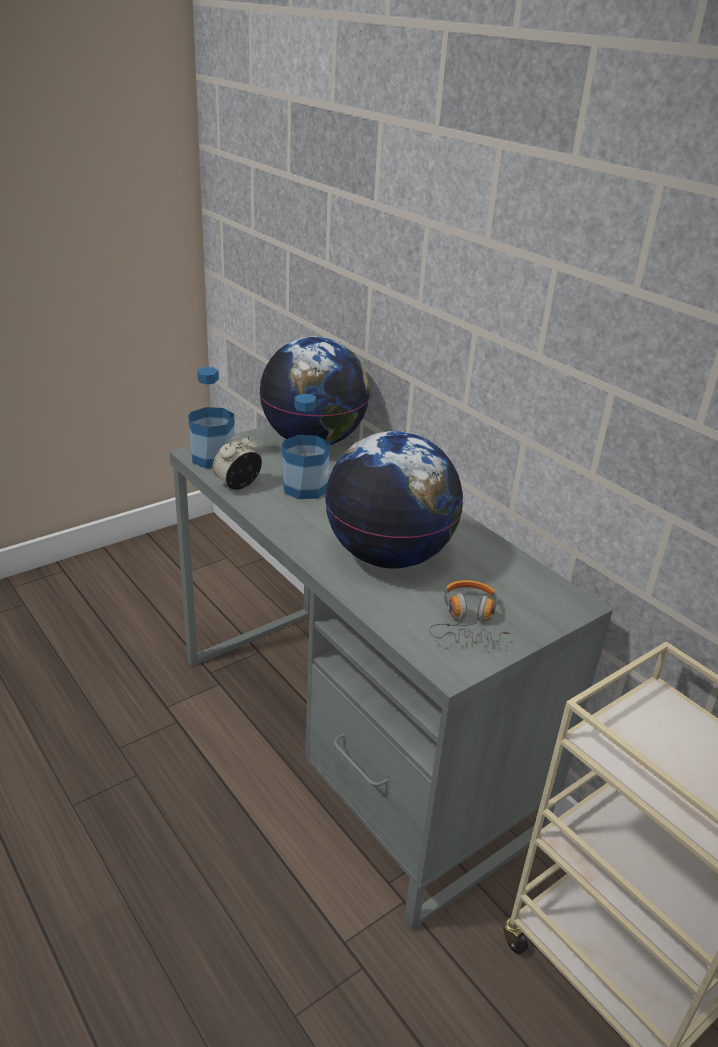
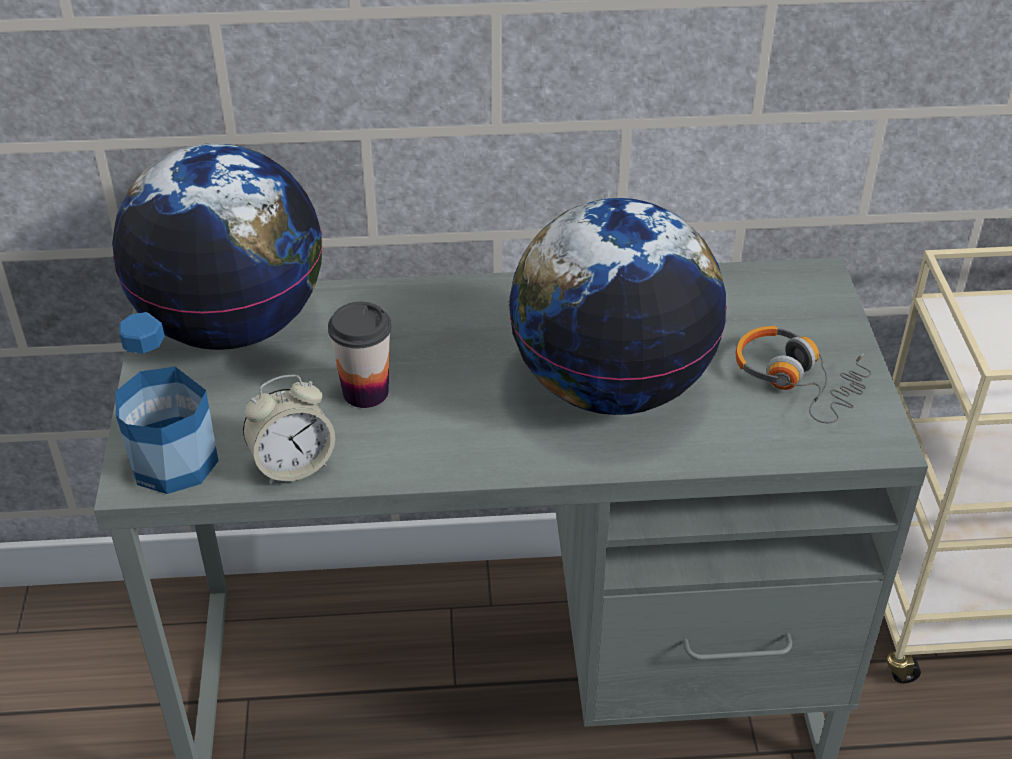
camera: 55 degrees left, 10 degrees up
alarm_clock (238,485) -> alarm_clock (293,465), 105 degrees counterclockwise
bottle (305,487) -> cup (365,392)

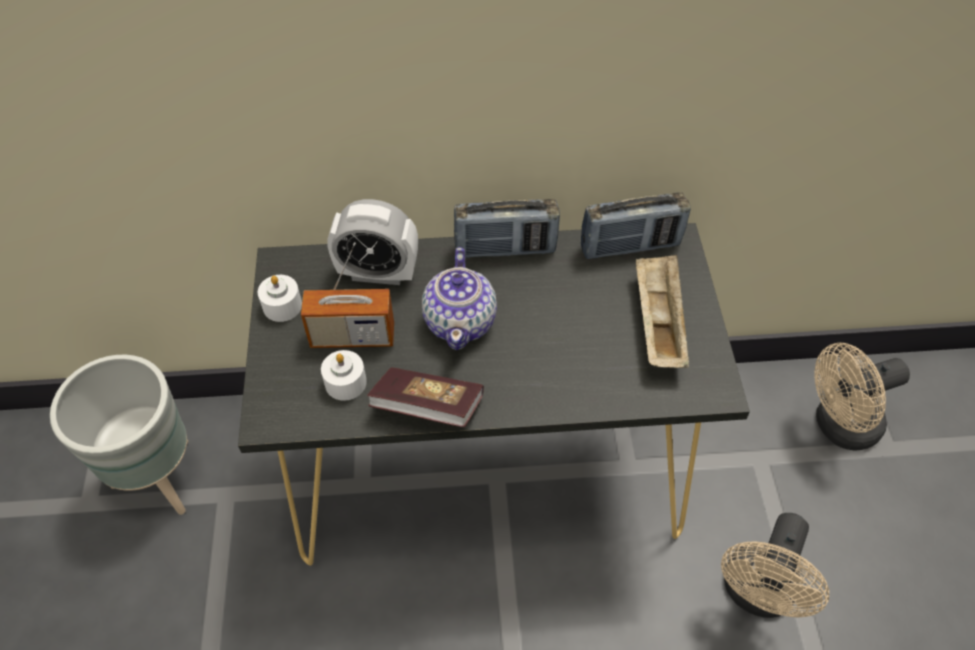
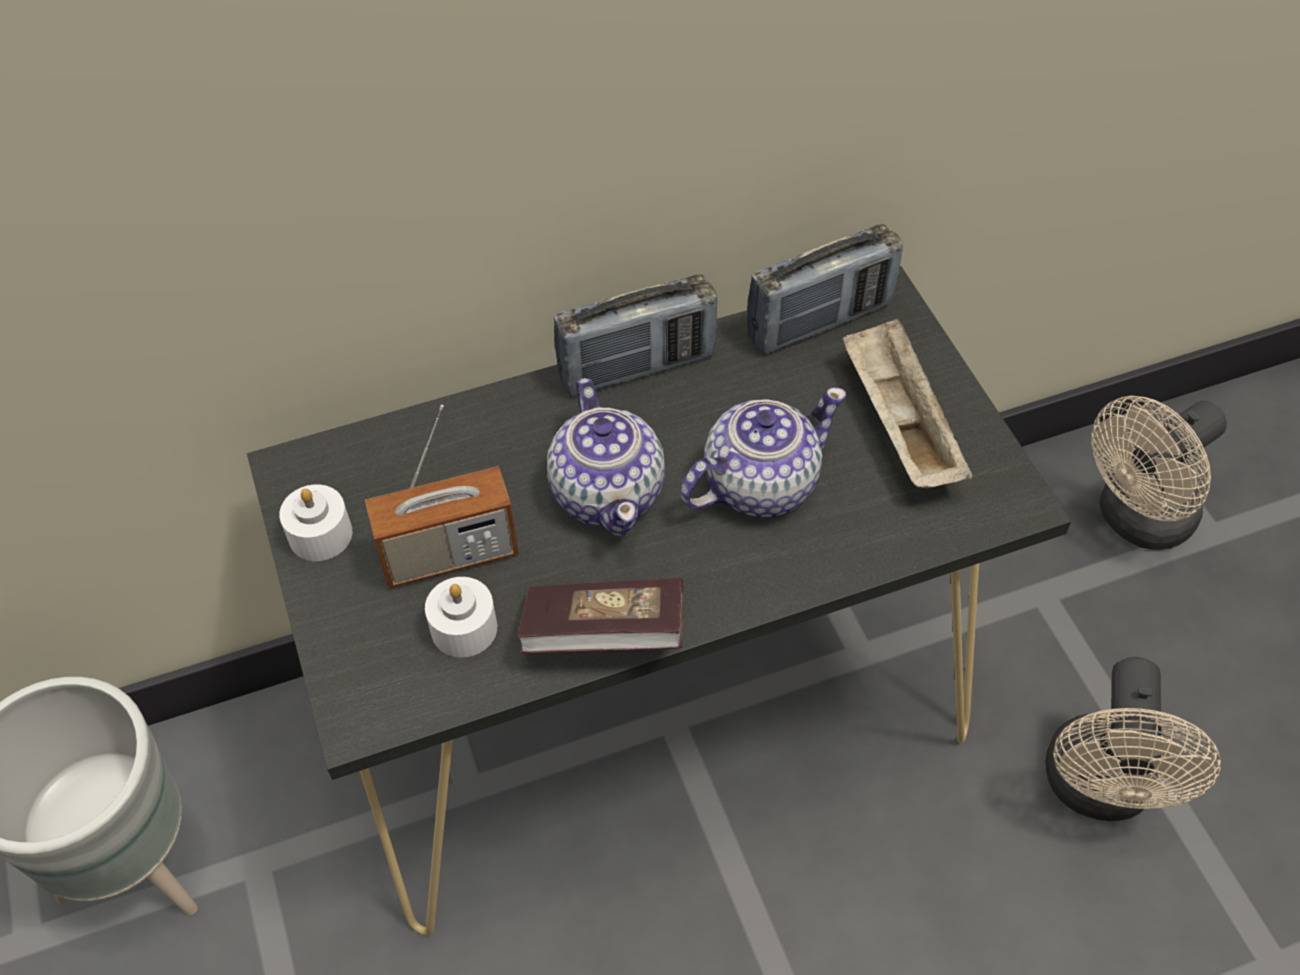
camera: 15 degrees left, 0 degrees up
none -> teapot (758,484)
alarm_clock (378,273) -> none

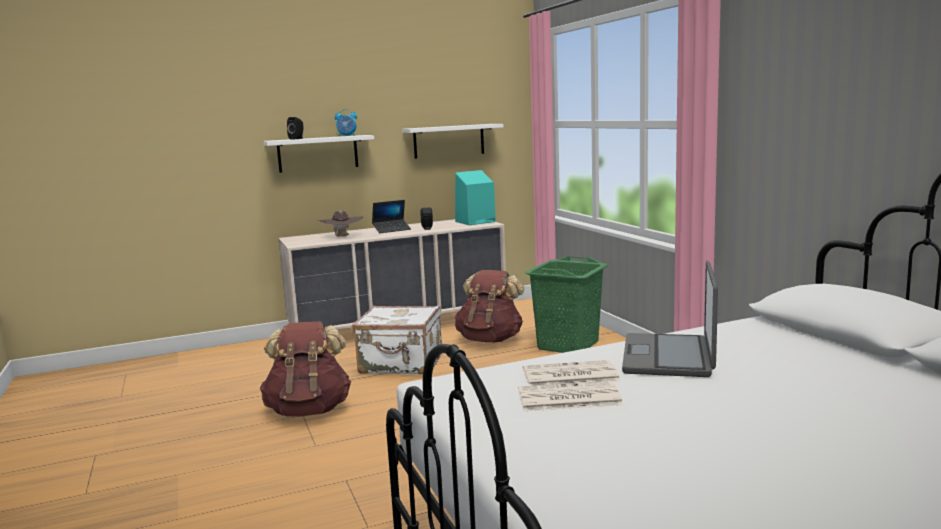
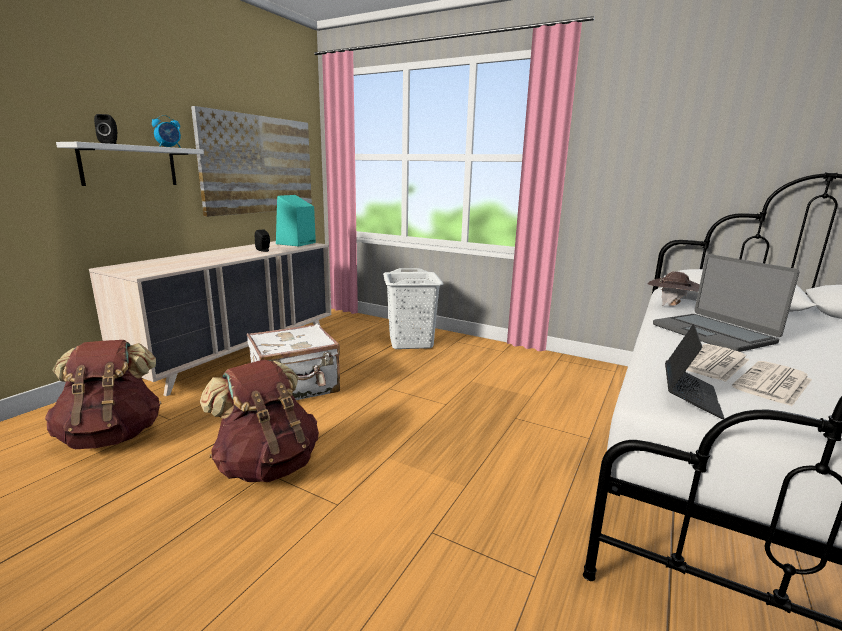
camera: 40 degrees left, 5 degrees up
brown_backpack (490,340) -> brown_backpack (112,435), moved
white_shelf (449,141) -> picture (258,165)
green_laundry_basket (568,345) -> white_laundry_basket (411,342)
brown_hat (342,237) -> brown_hat (671,306), moved
laptop (392,230) -> laptop (689,396), moved

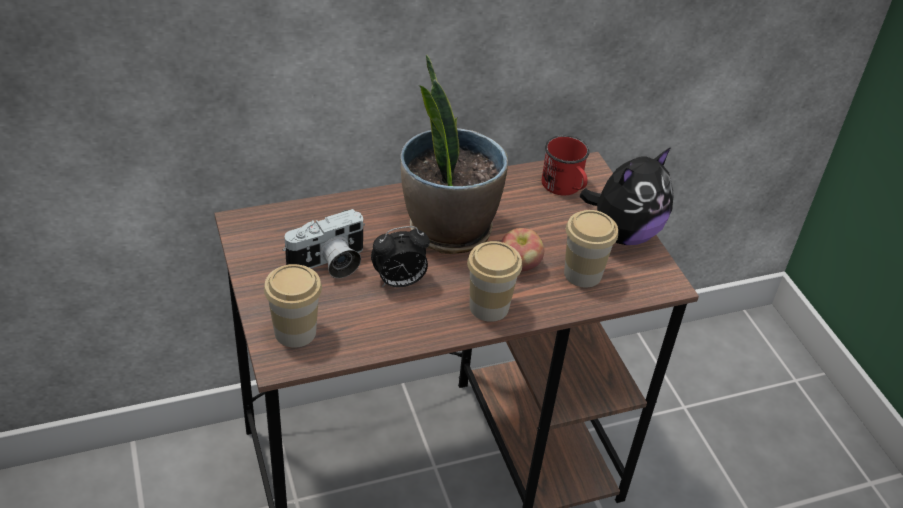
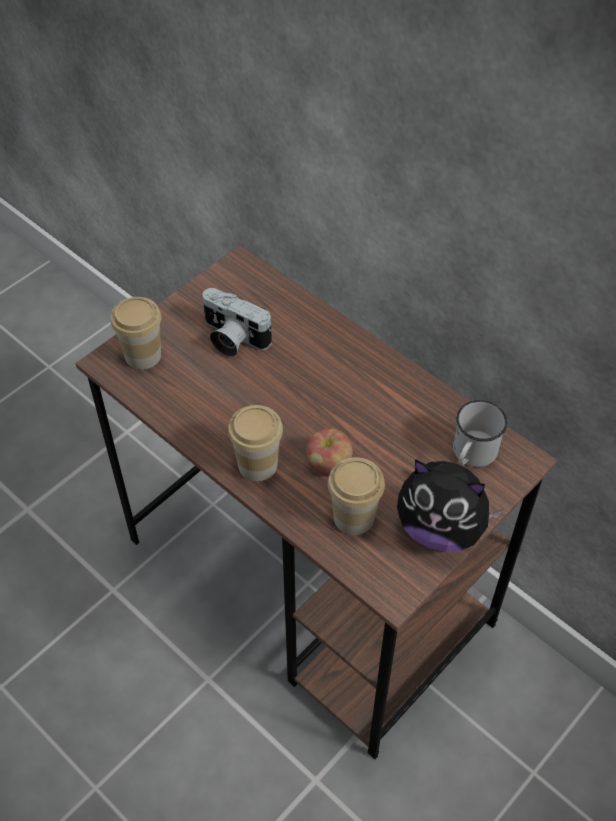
camera: 65 degrees right, 10 degrees up
red_mug (565,187) -> white_mug (471,454)
alarm_clock (399,282) -> none
potted_plant (448,229) -> none

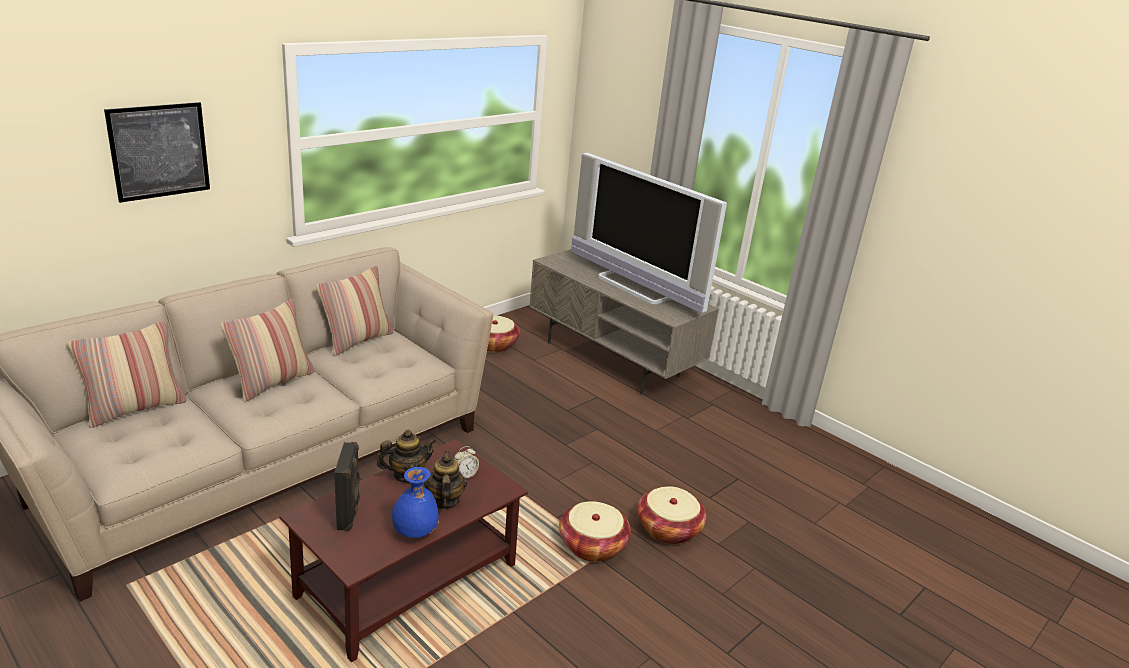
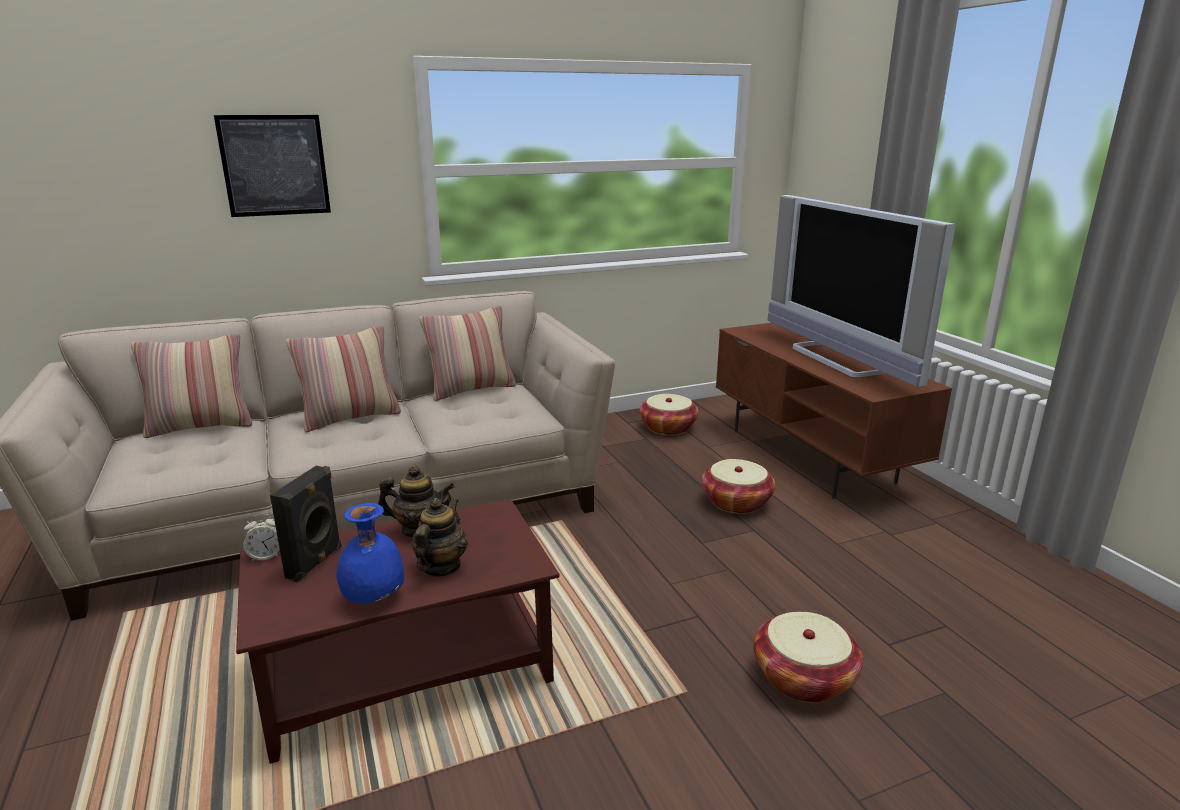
camera: 25 degrees right, 5 degrees down
alarm_clock (465,475) -> alarm_clock (266,556), moved
basket (592,546) -> basket (736,502), moved
grey_tv_stand (613,359) -> brown_tv_stand (811,456)

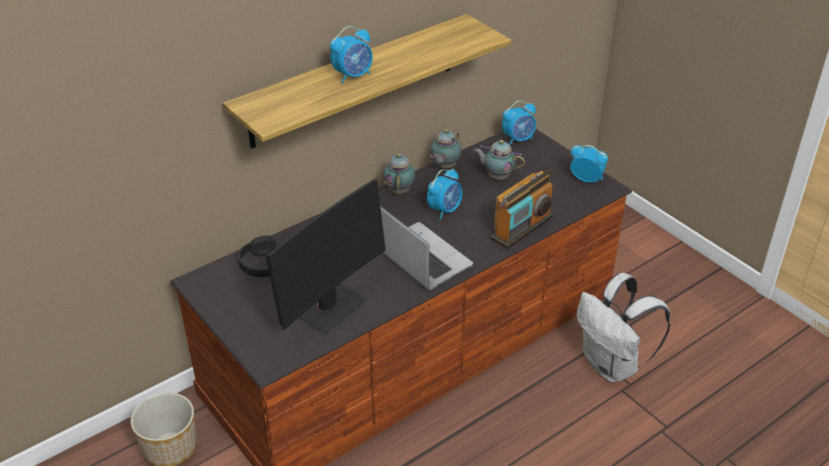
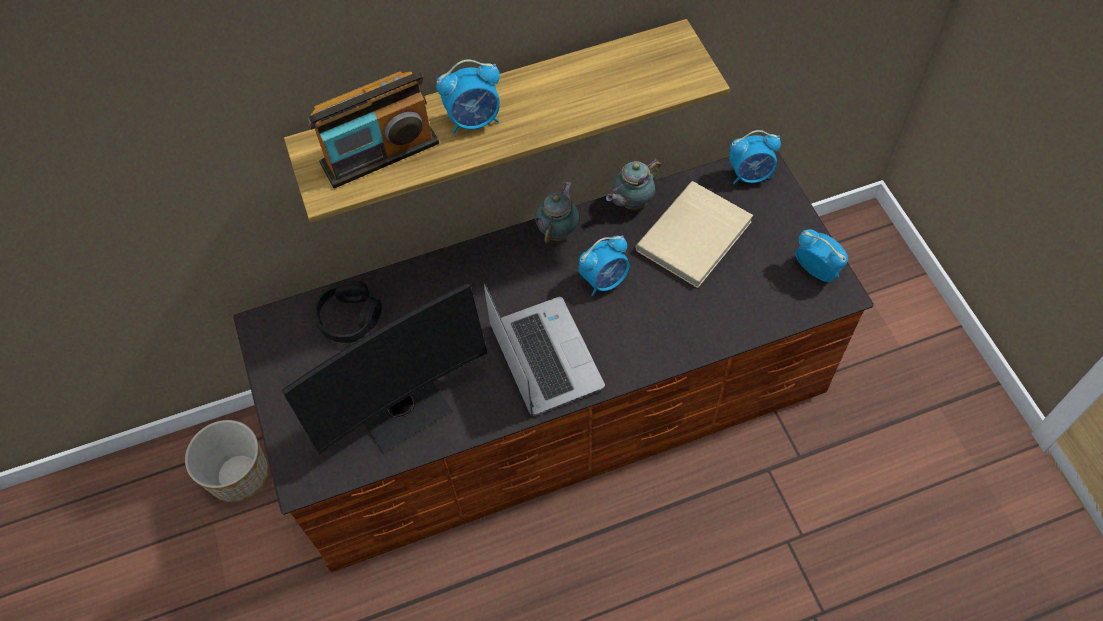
camera: 20 degrees right, 20 degrees up
radio (522,227) -> radio (380,154), moved
teapot (497,176) -> beige_book (695,237)
white_backpack (612,365) -> none

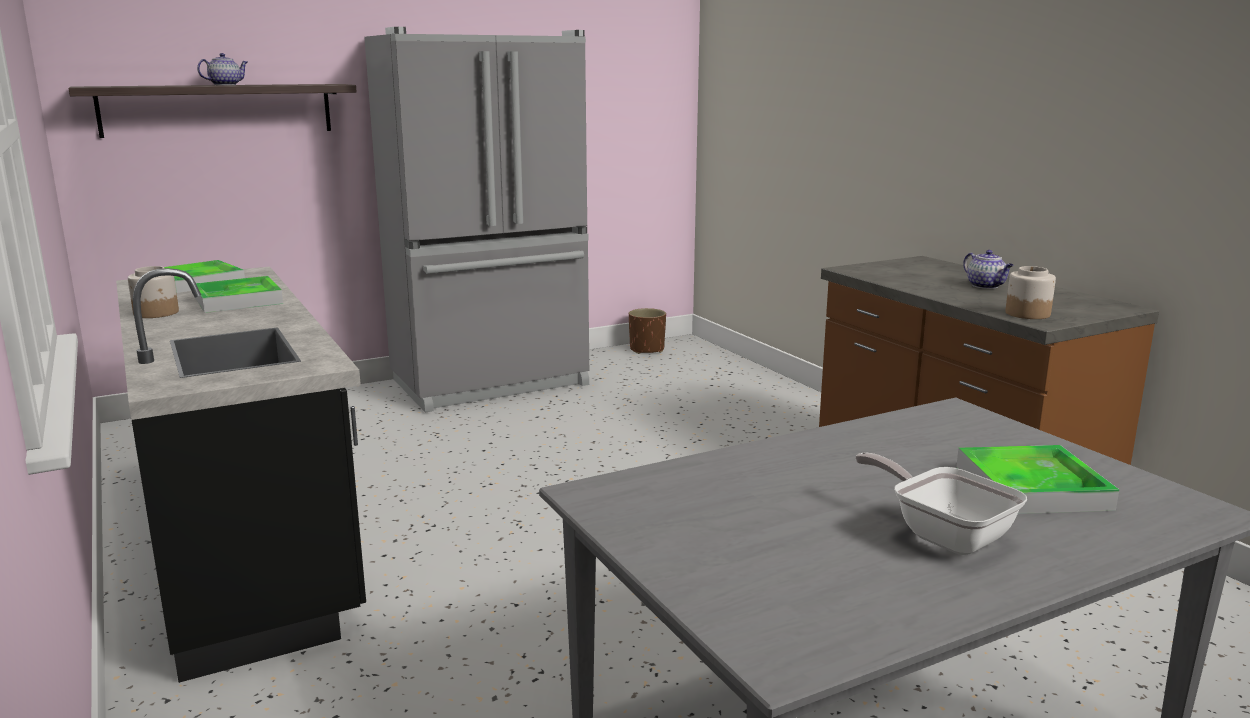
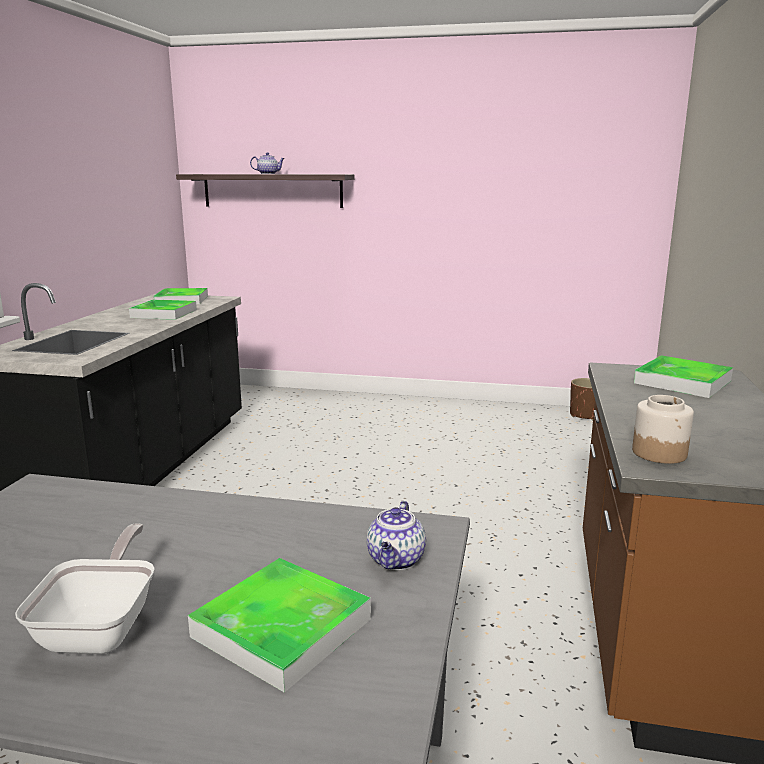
camera: 40 degrees right, 0 degrees up
teapot (986,286) -> teapot (396,561), moved
none -> tray (682,382)
jar (157,313) -> none
grey_fridge (492,383) -> none

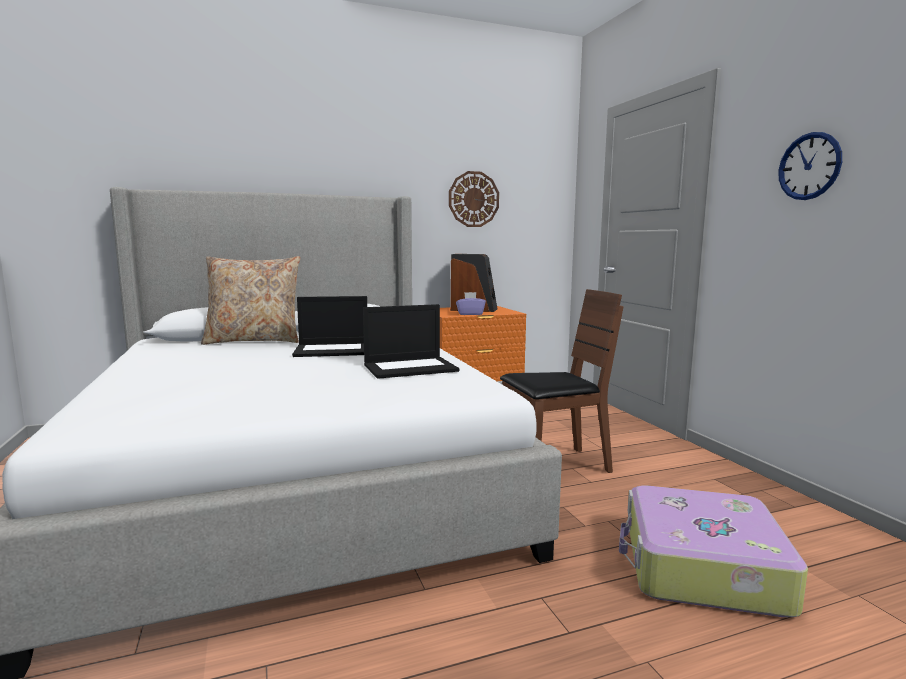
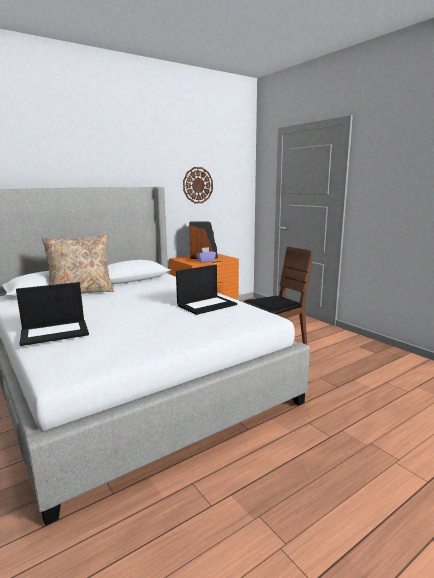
camera: 15 degrees left, 5 degrees up
laptop (333,350) -> laptop (55,332), moved
suitcase (701,568) -> none
wall_clock (809,166) -> none

